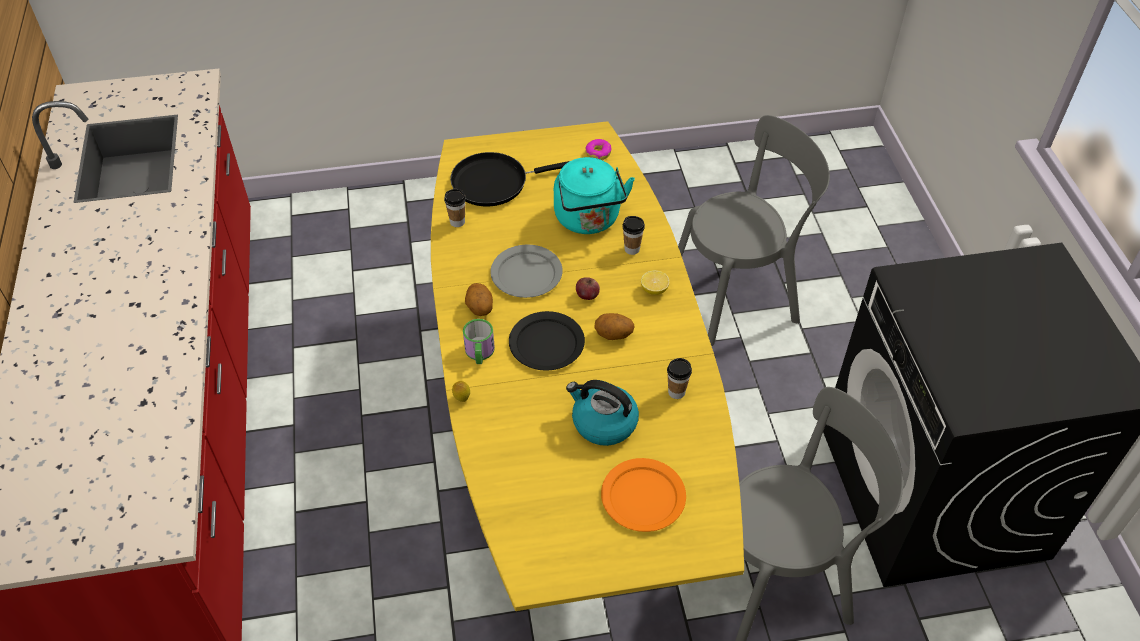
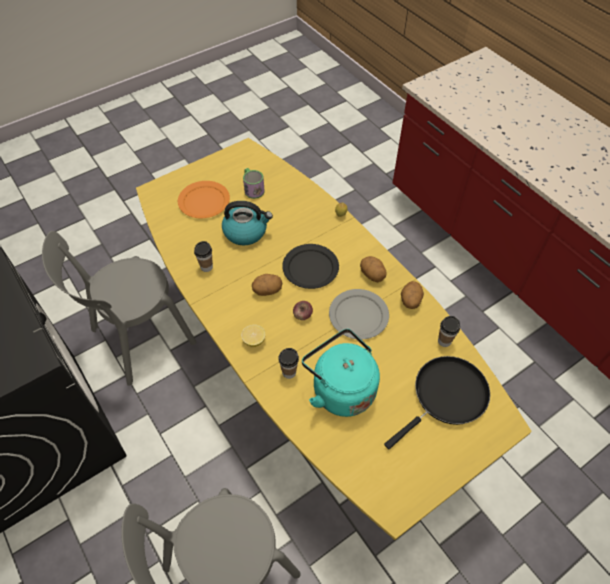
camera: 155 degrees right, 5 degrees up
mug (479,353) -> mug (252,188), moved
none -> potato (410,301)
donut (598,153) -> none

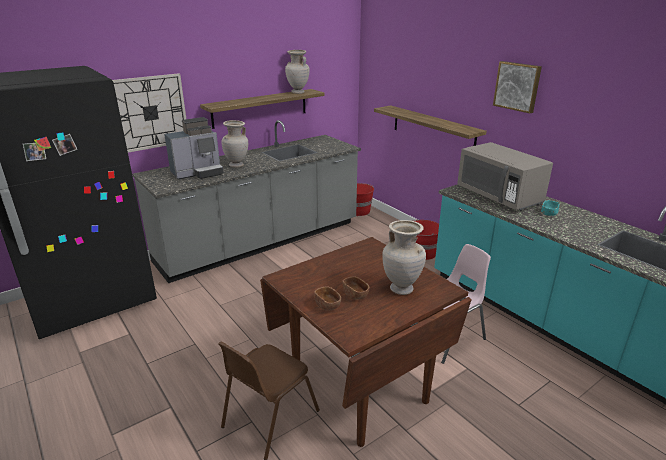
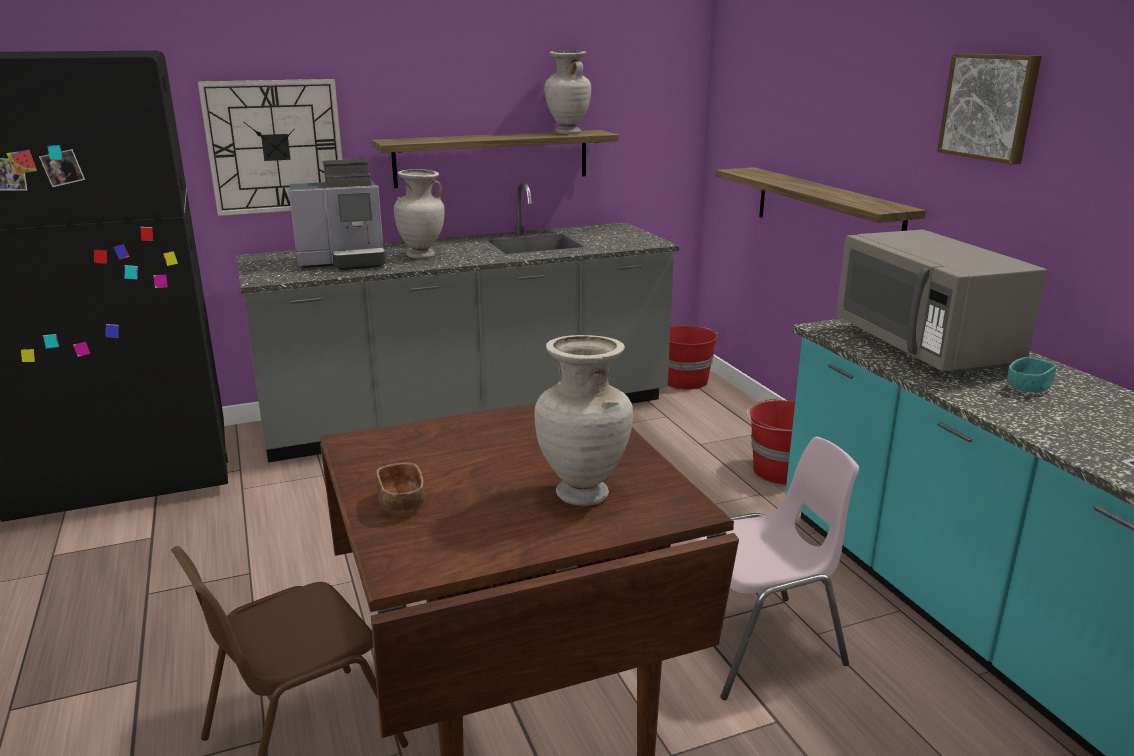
camera: 15 degrees right, 5 degrees down
brown_bowl (355,294) -> none

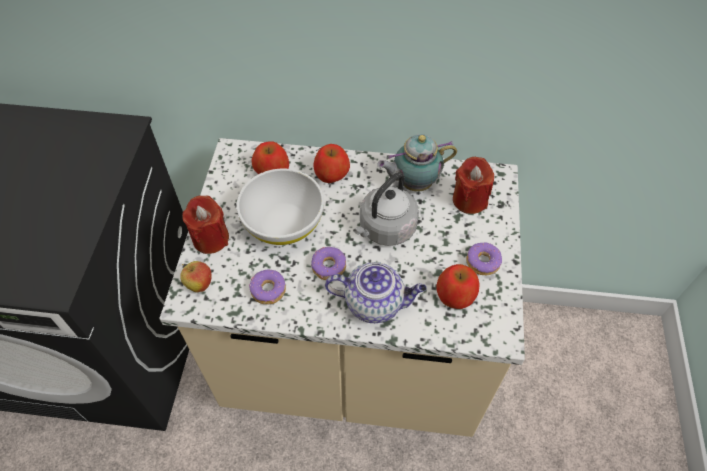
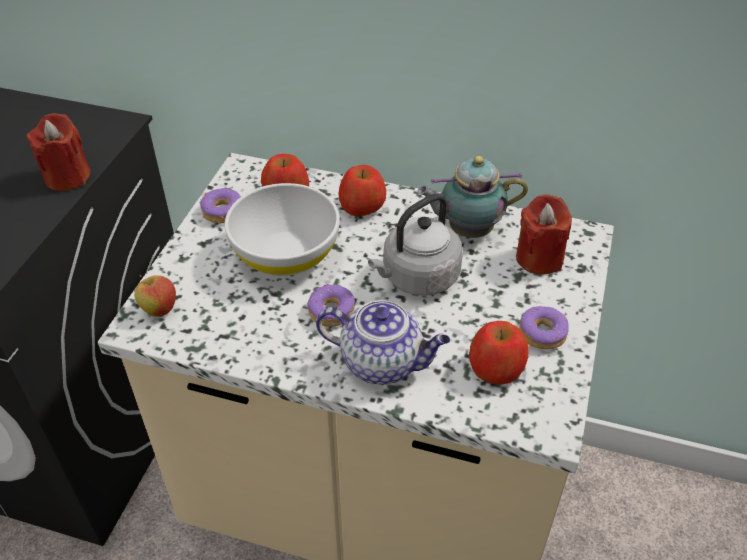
camera: 10 degrees right, 10 degrees down
red_candle (210,238) -> red_candle (67,177), moved
donut (268,290) -> donut (222,212), moved

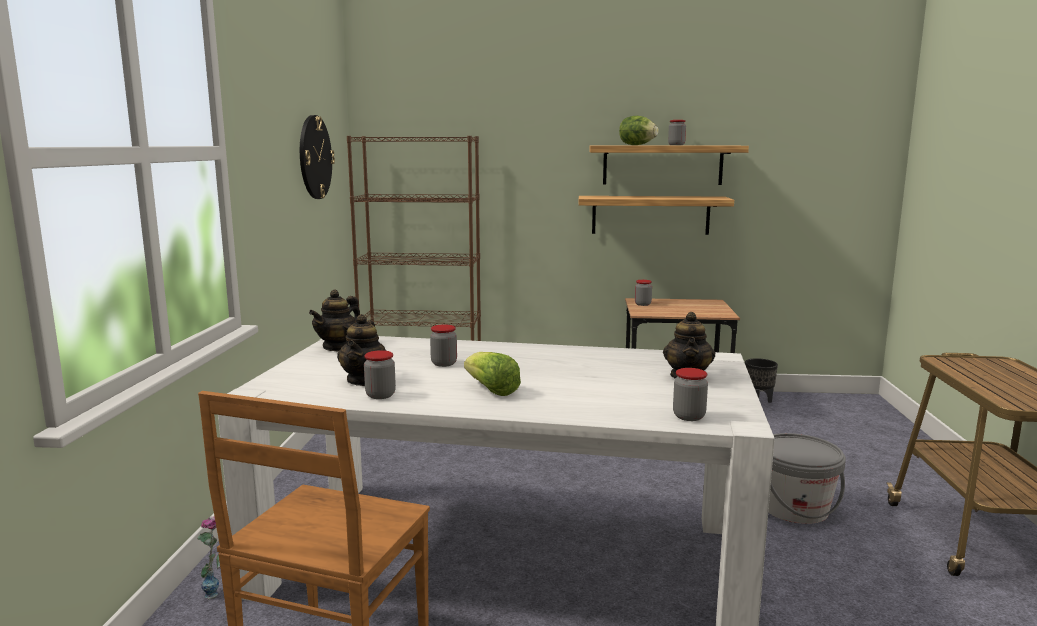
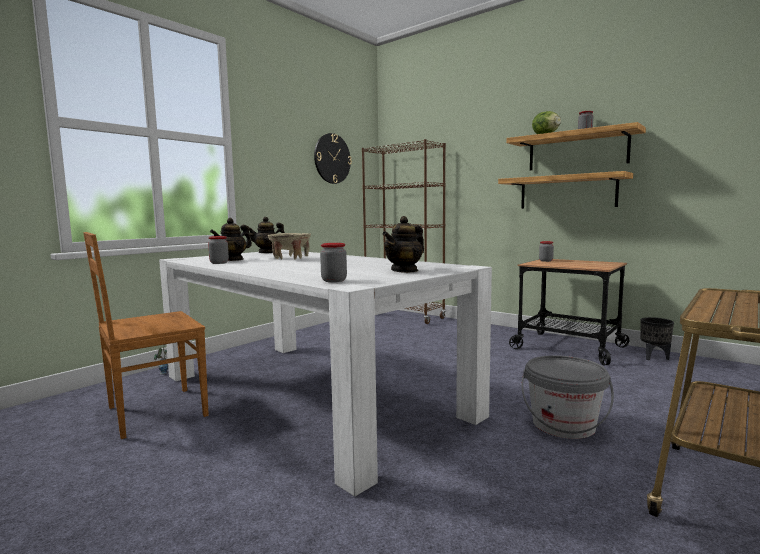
camera: 35 degrees right, 5 degrees down
jar (444,363) -> beige_bowl (290,258)
lettuce (491,390) -> none

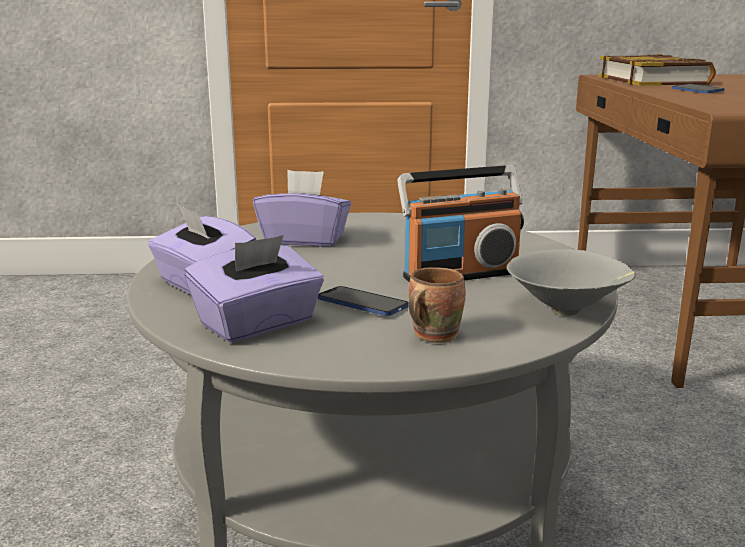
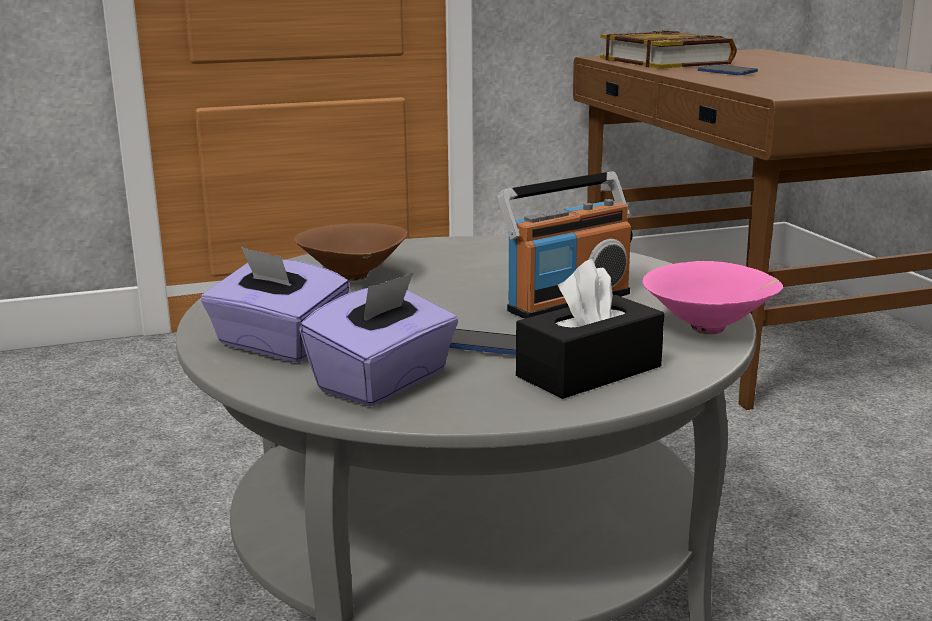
camera: 15 degrees left, 0 degrees up
purple_tissue_box (304,239) -> brown_bowl (353,278)
brown_mug (431,335) -> black_tissue_box (589,371)
grey_bowl (568,311) -> pink_bowl (711,329)

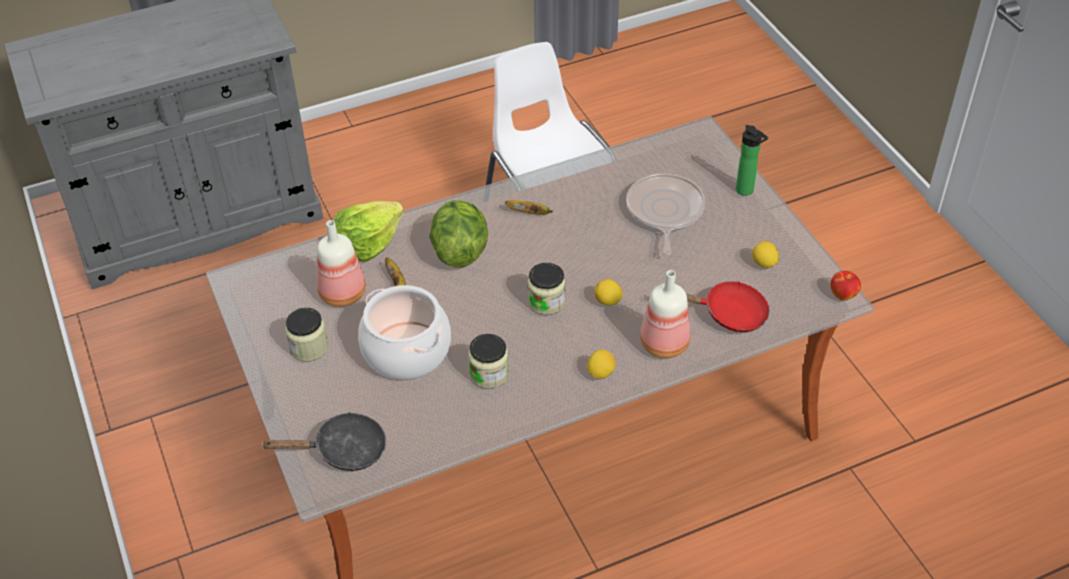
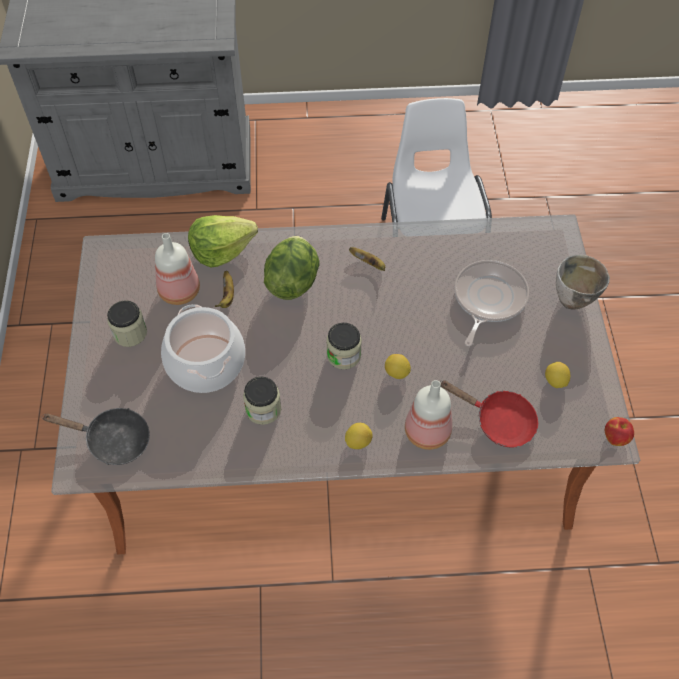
camera: 20 degrees right, 10 degrees up
bottle (746,191) -> bowl (573,302)

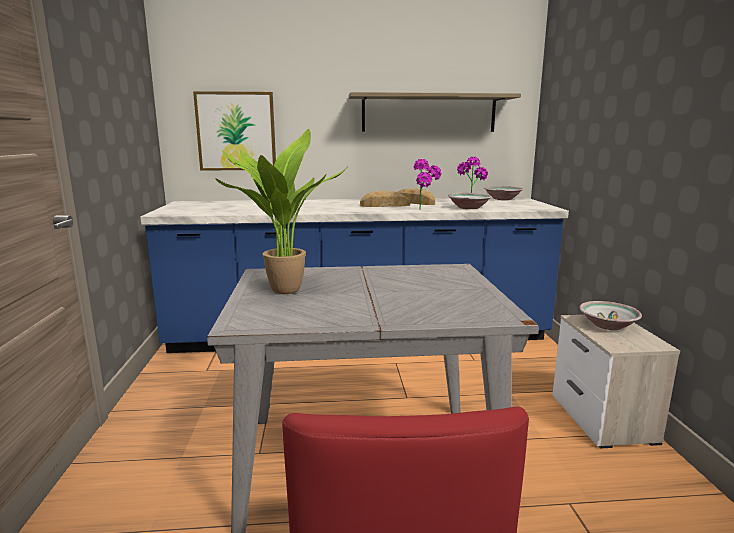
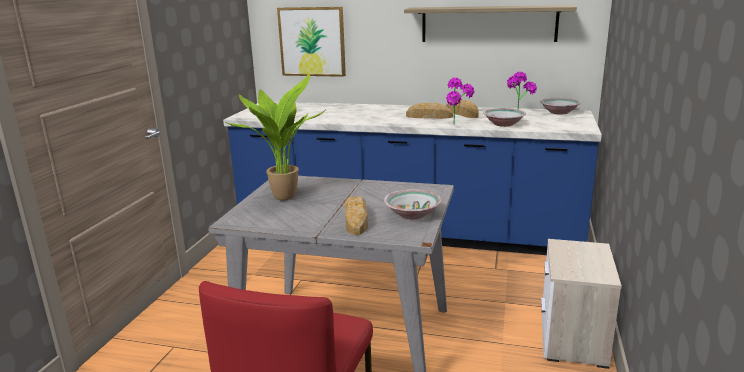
camera: 20 degrees right, 5 degrees up
none -> bread (356,220)
bowl (608,325) -> bowl (413,214), moved

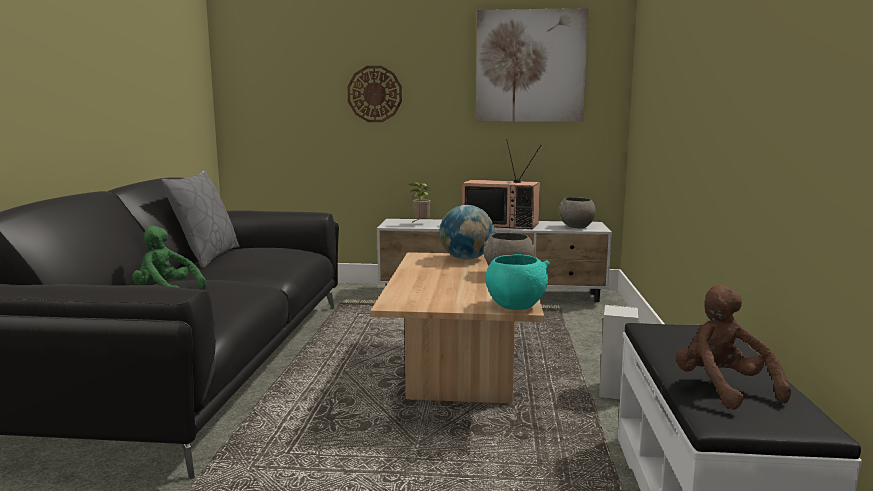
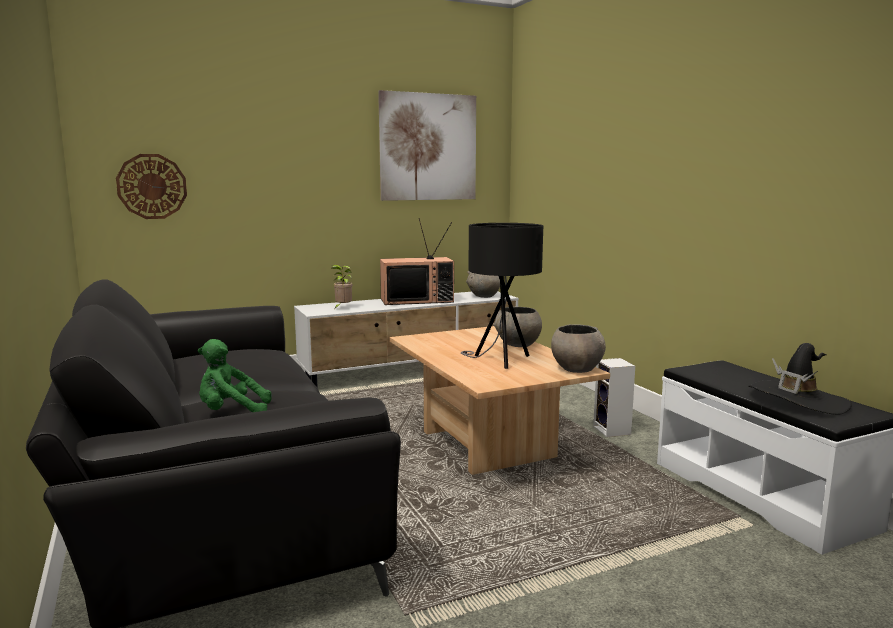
camera: 30 degrees left, 0 degrees up
wall_clock (374,94) -> wall_clock (152,186), moved
none -> black_table_lamp (500,361)
turquoise_bowl (515,305) -> grey_bowl (576,369)
brown_plush_toy (722,388) -> black_hat (797,400)
grey_pillow (206,256) -> none
globe (466,259) -> none

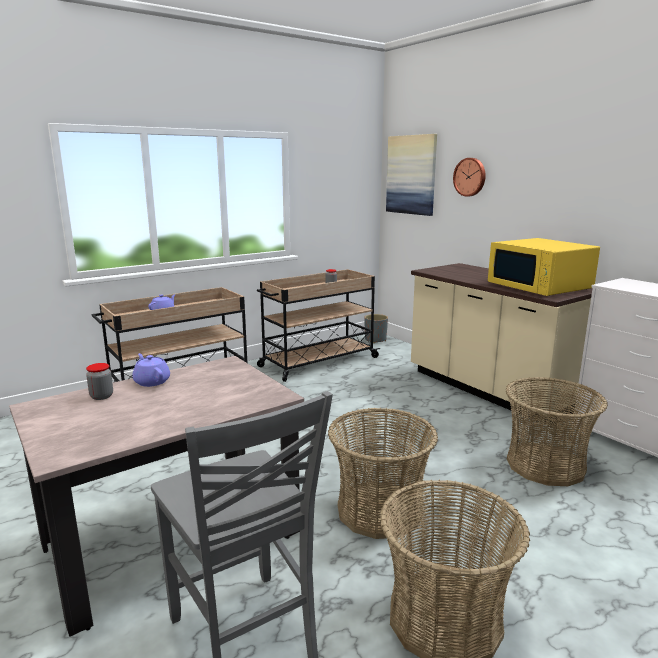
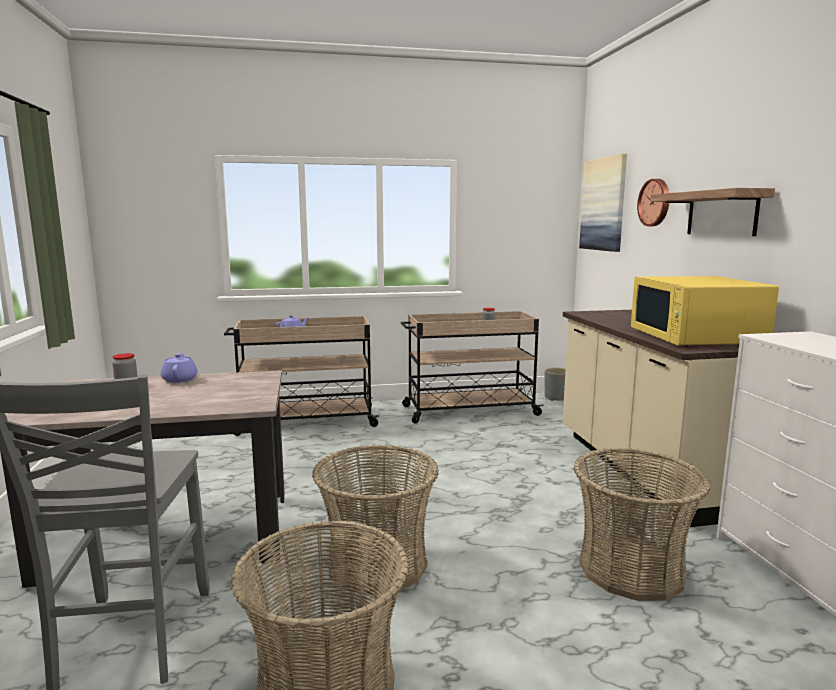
camera: 25 degrees right, 5 degrees down
none -> shelf (721,213)

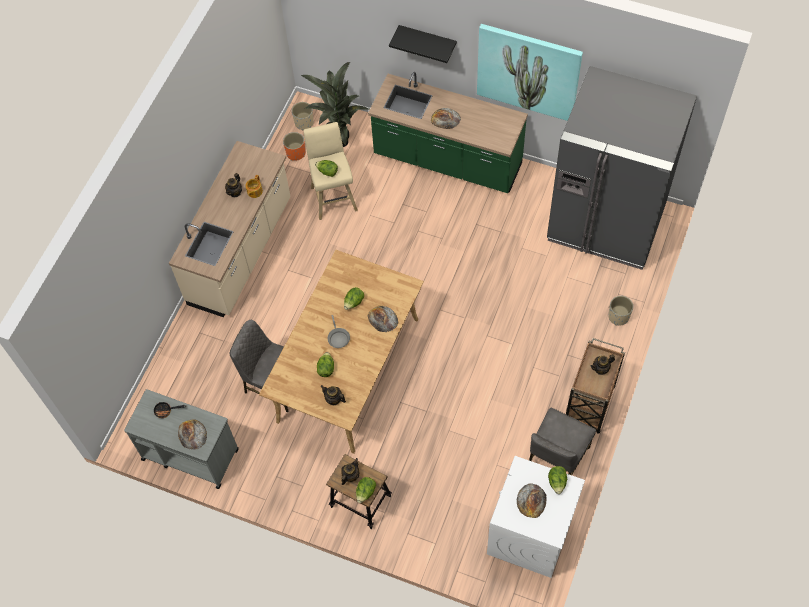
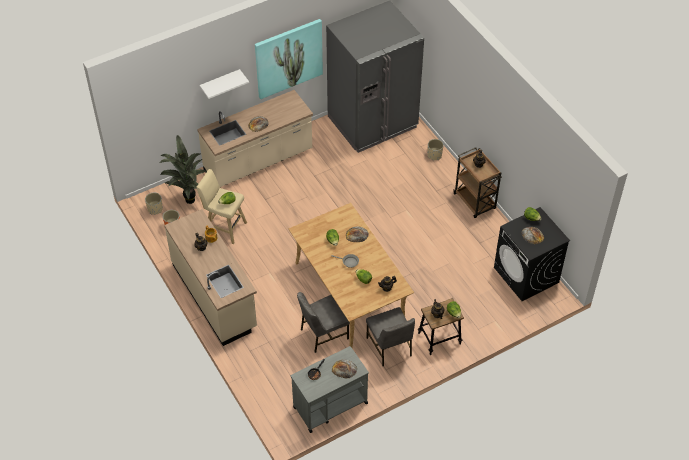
camera: 55 degrees left, 10 degrees down
green_counter (447,161) -> beige_counter (258,161)
black_shelf (427,40) -> white_shelf (220,83)
grey_chair (556,458) -> grey_chair (390,347), moved
white_washing_machine (530,534) -> black_washing_machine (526,275)

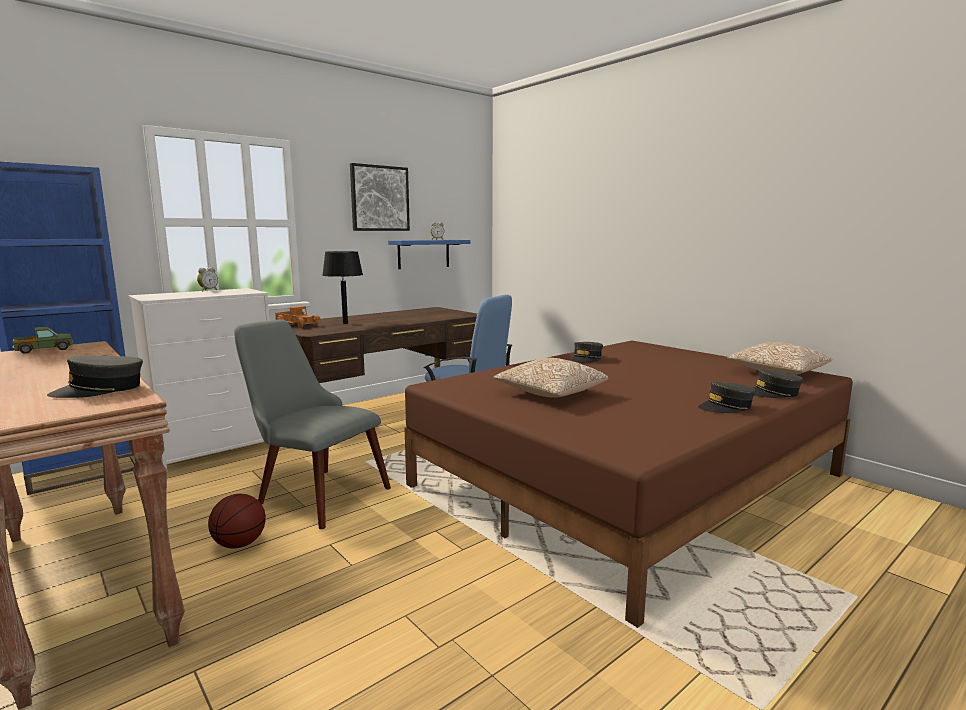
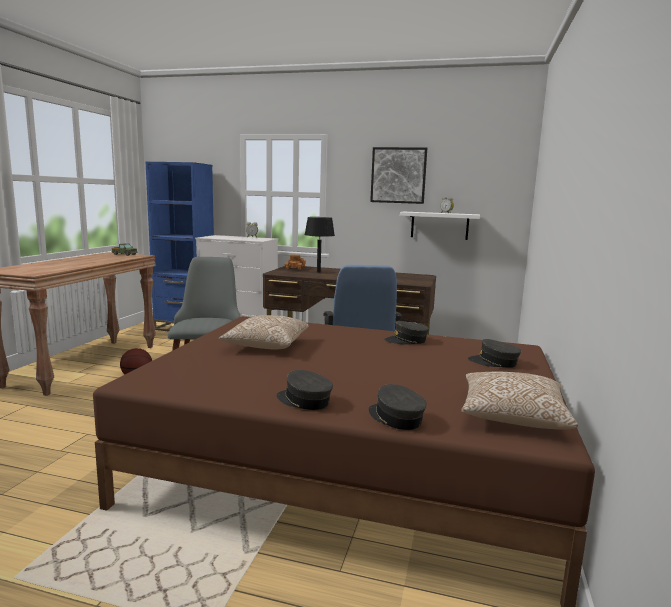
camera: 55 degrees right, 0 degrees up
blue_shelf (423,254) -> white_shelf (439,225)
grey_cap (100,390) -> grey_cap (494,362), moved

